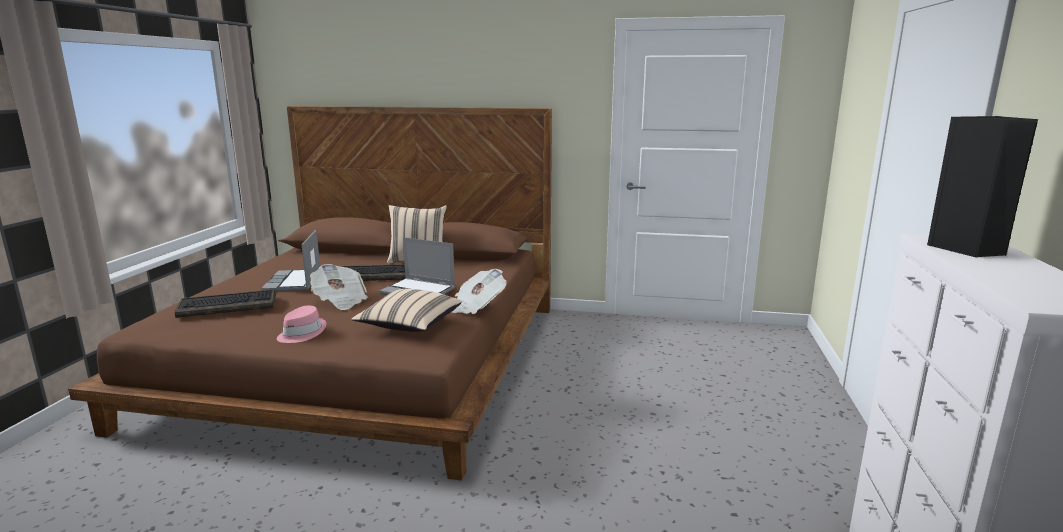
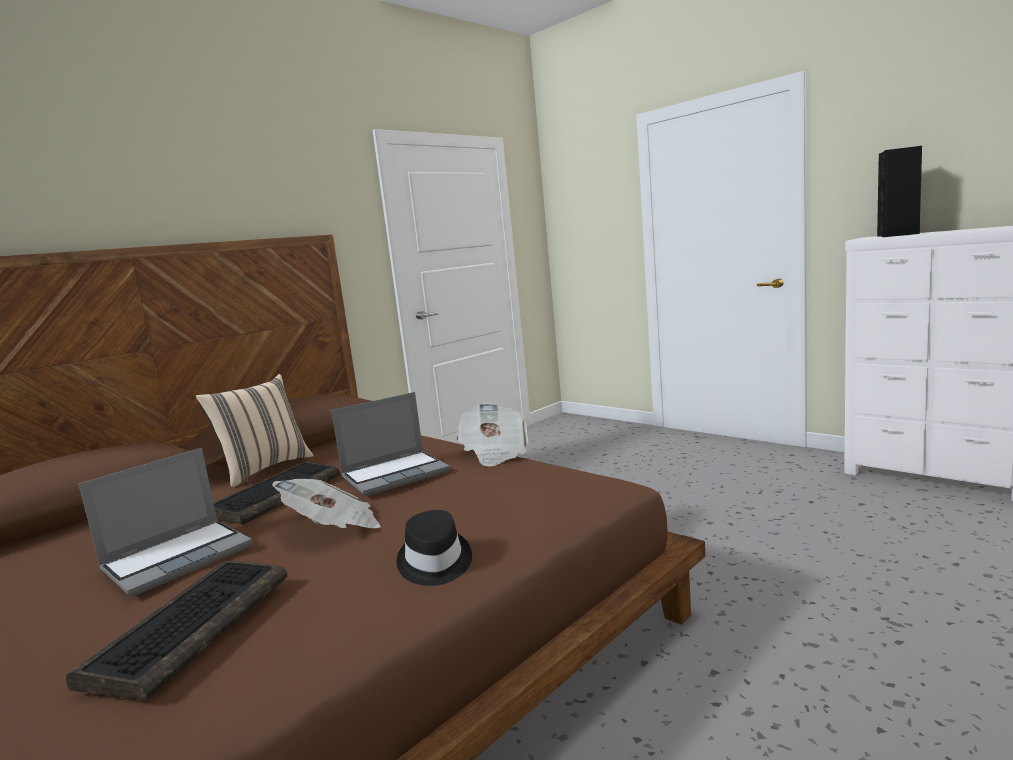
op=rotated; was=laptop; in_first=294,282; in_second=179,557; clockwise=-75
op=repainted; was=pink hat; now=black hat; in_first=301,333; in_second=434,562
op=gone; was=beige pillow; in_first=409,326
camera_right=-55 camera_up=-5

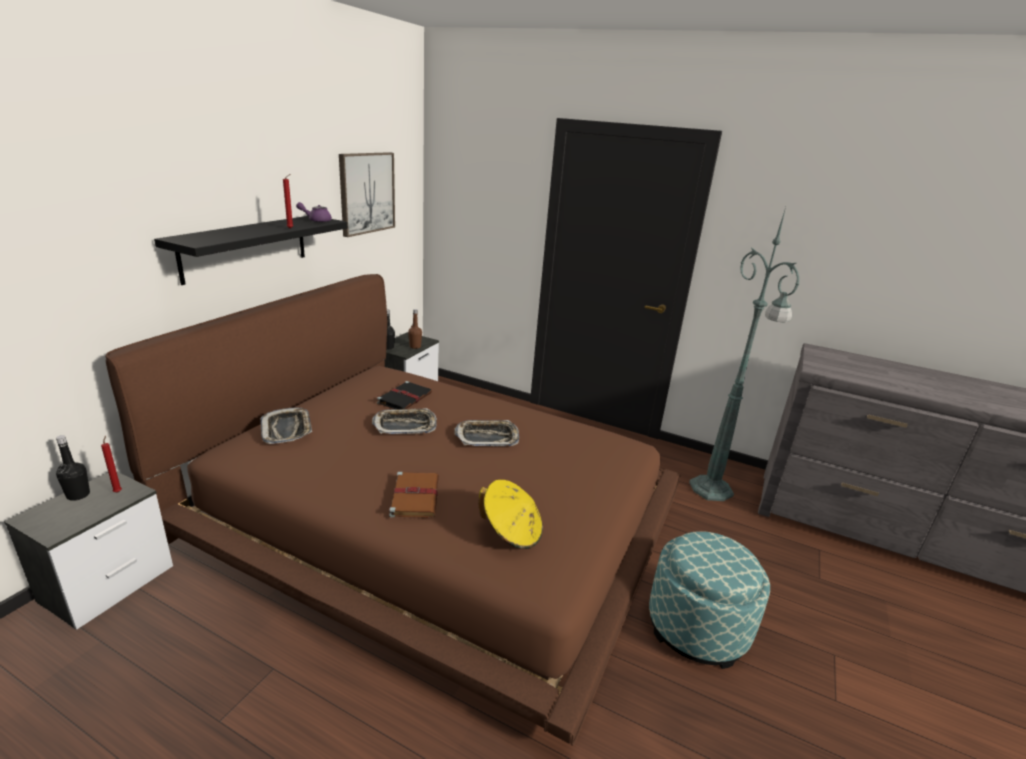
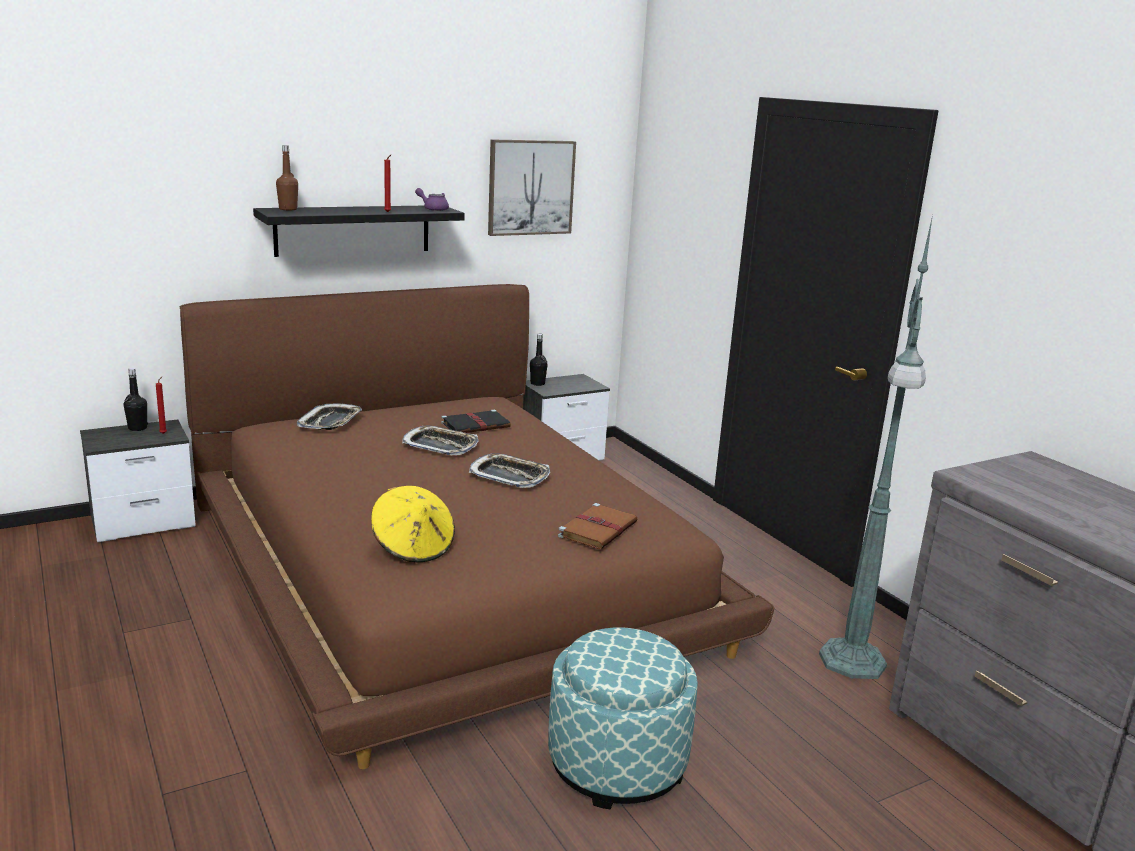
op=shifted; was=brown book; in_first=415,496; in_second=598,529
op=shifted; was=brown bottle; in_first=415,347; in_second=288,209
camera_right=35 camera_up=-5

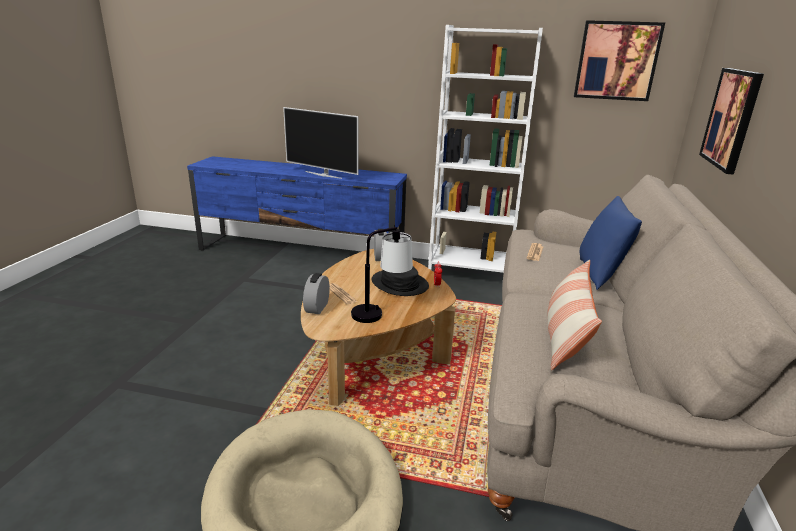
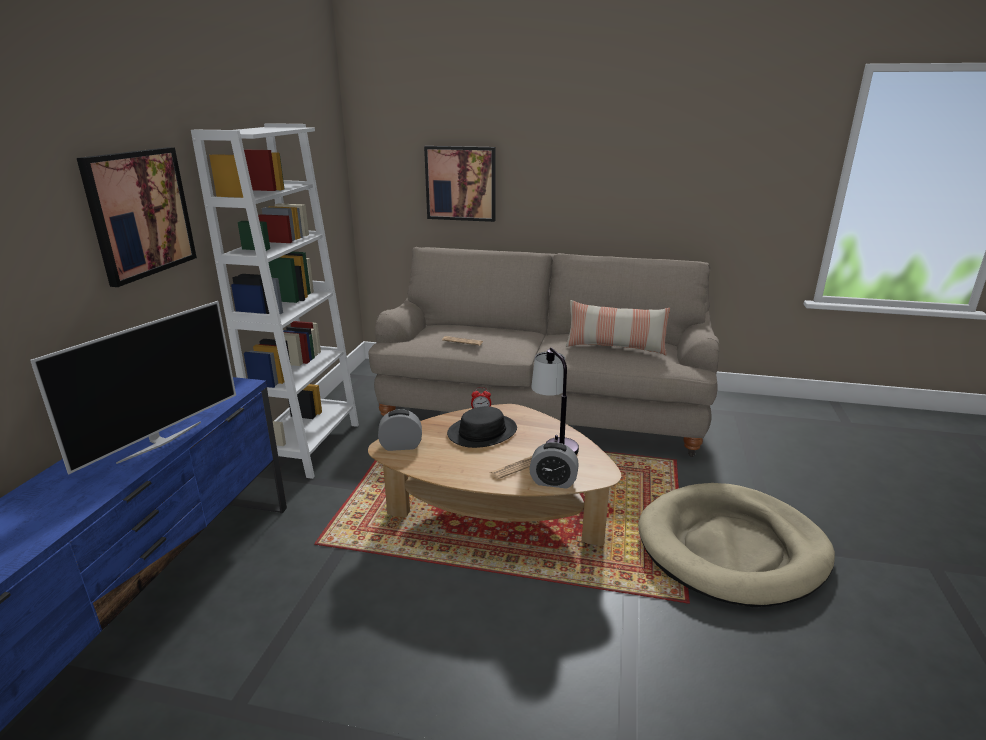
op=shifted; was=picture; in_first=616,61; in_second=140,213
op=gone; was=blue pillow; in_first=600,274
camera_right=-90 camera_up=0

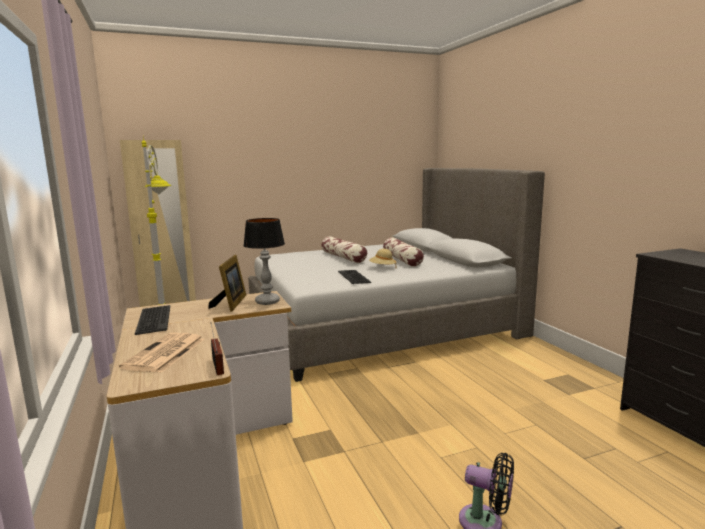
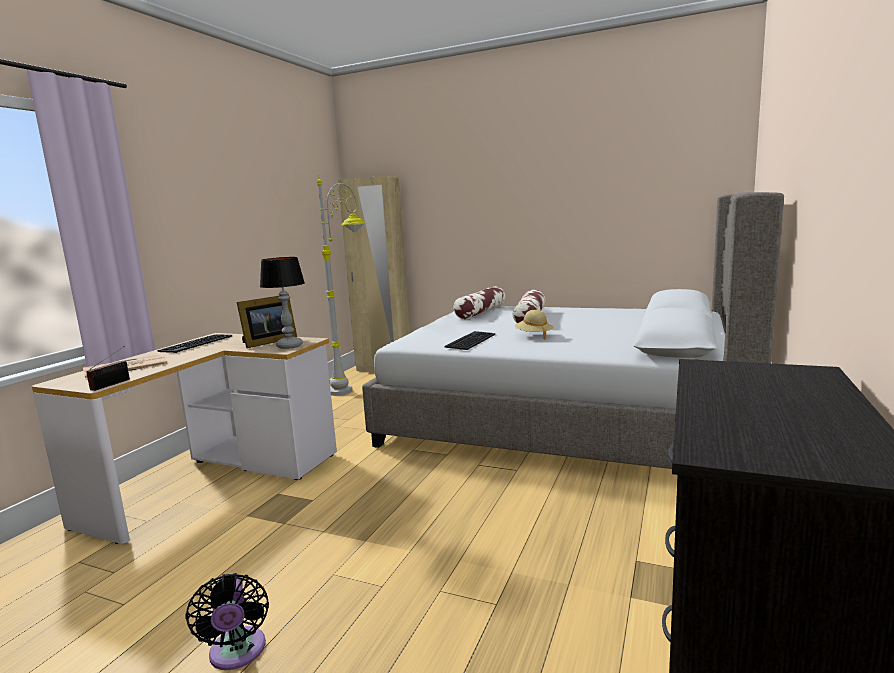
op=shifted; was=pillow; in_first=402,260; in_second=480,312
camera_right=45 camera_up=0

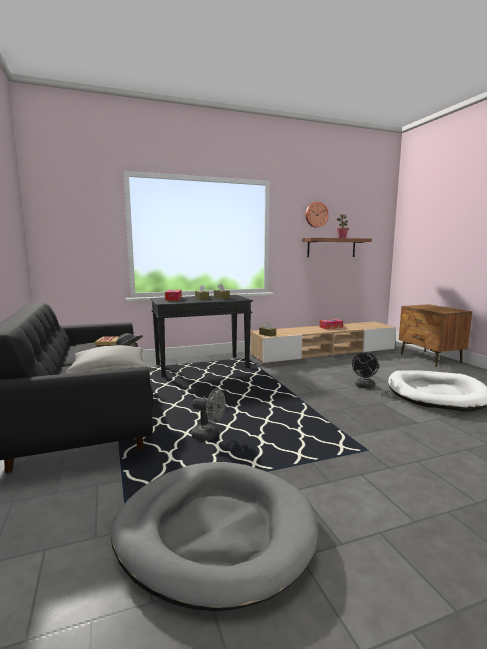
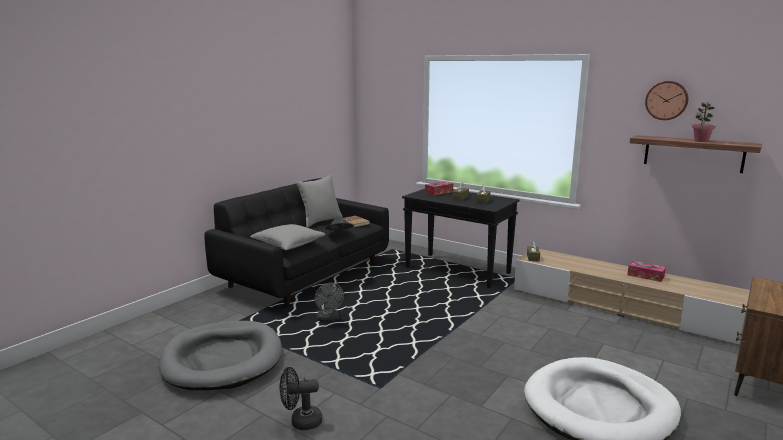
op=shifted; was=black fan; in_first=364,386; in_second=301,422
op=new; now=grey pillow; in_second=320,221
camera_right=55 camera_up=5

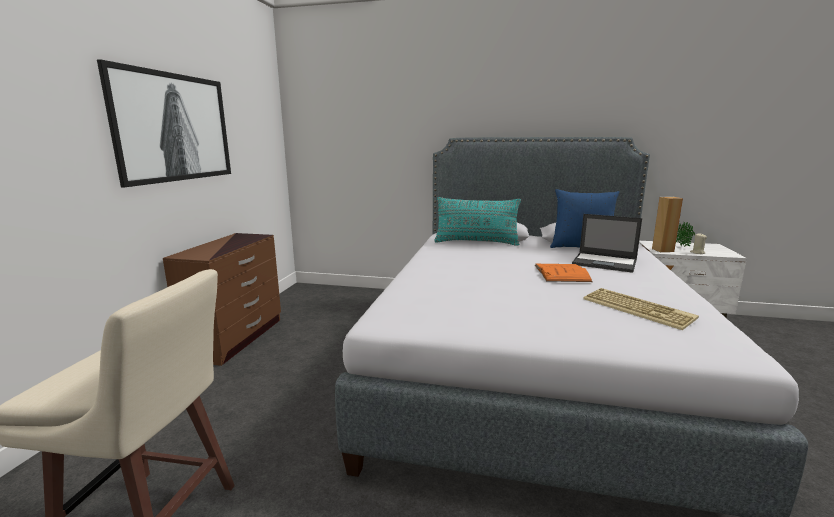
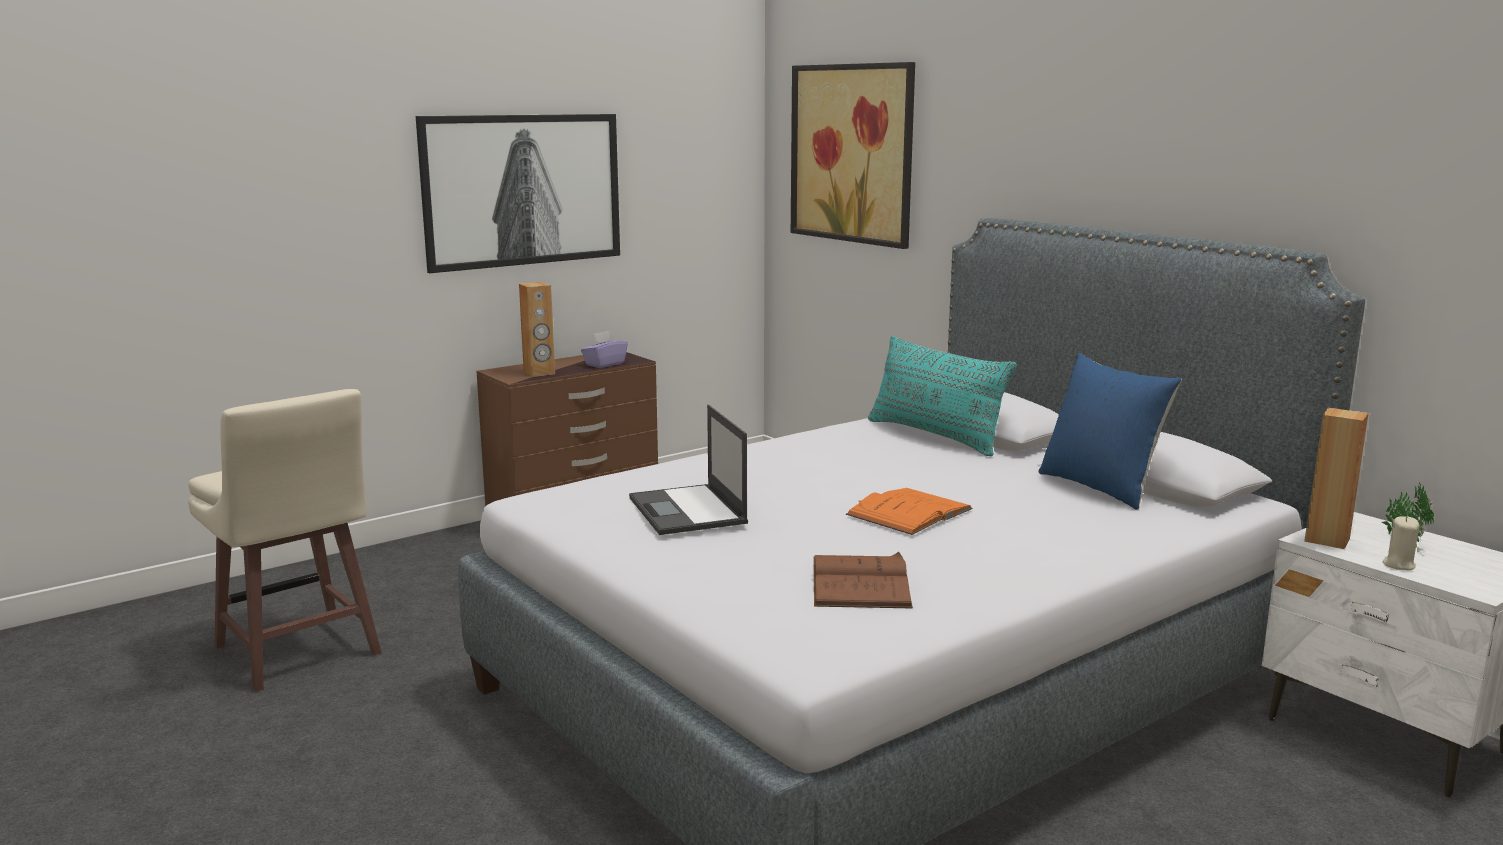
op=shifted; was=laptop; in_first=605,263; in_second=688,511
op=swapped; was=keyboard; now=brown book; in_first=638,309; in_second=860,582
op=new; now=brown speaker; in_second=539,373
op=new; now=purple tissue box; in_second=604,364
op=new; now=picture; in_second=852,153
camera_right=40 camera_up=0

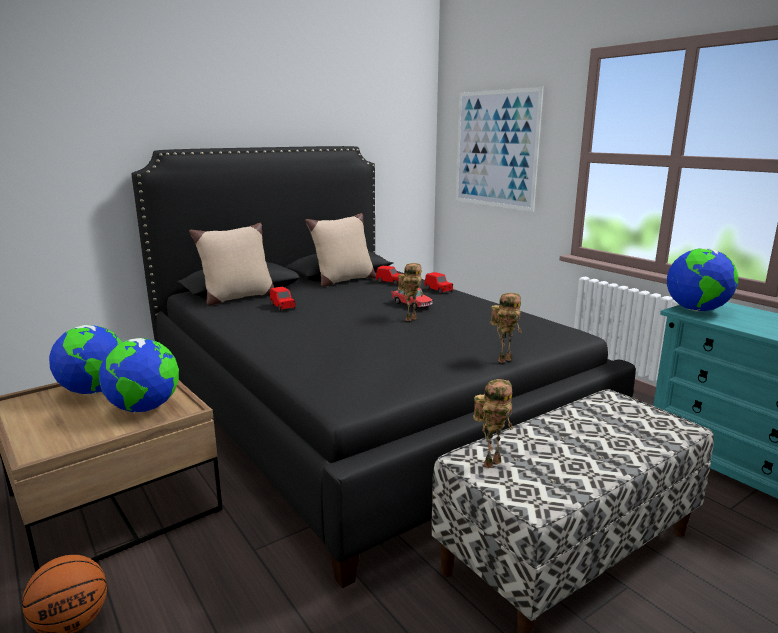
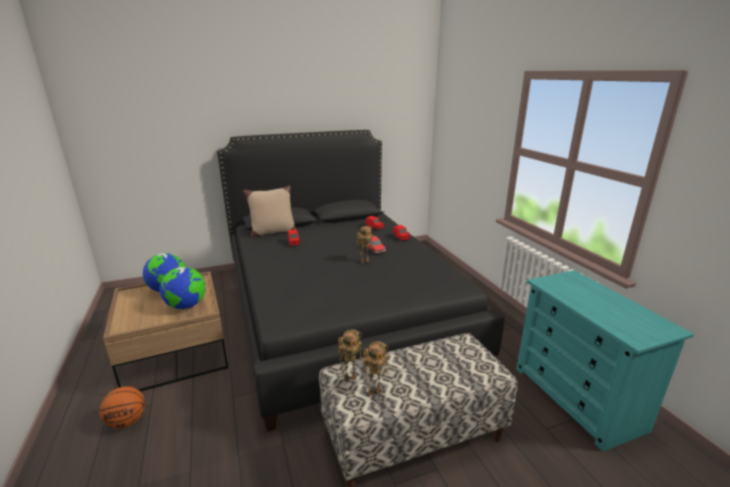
op=gone; was=beige pillow; in_first=343,280
op=gone; was=picture; in_first=495,149
op=shifted; was=toy robot; in_first=504,359; in_second=375,391
op=gone; was=globe; in_first=696,310
camera_right=15 camera_up=5

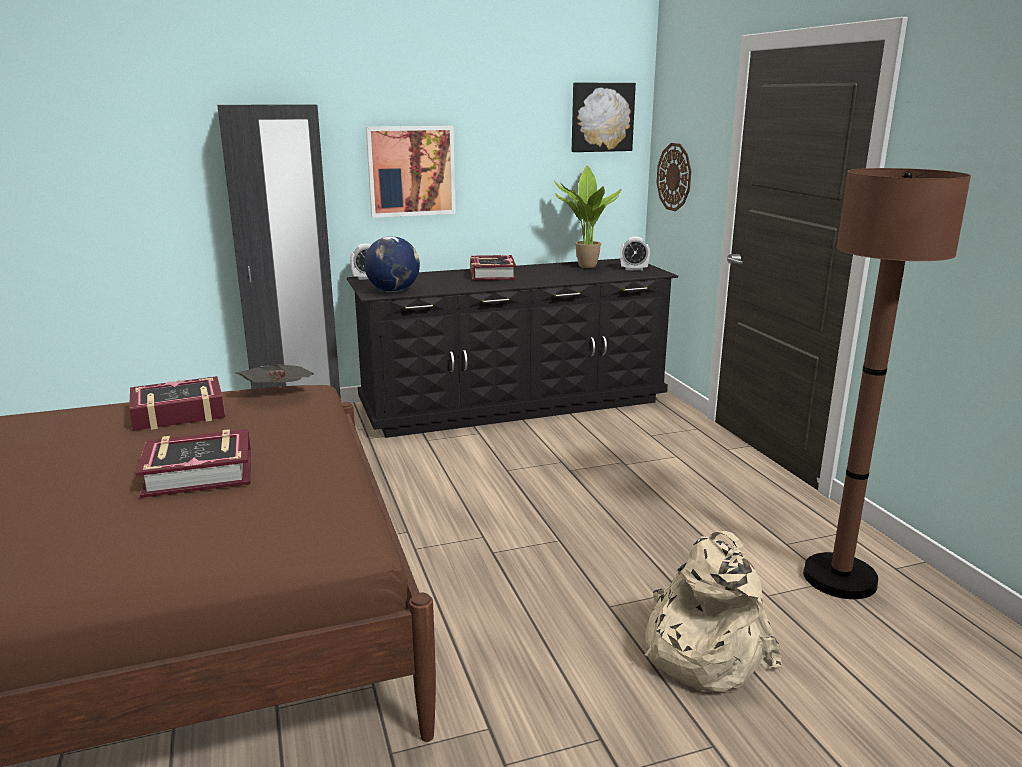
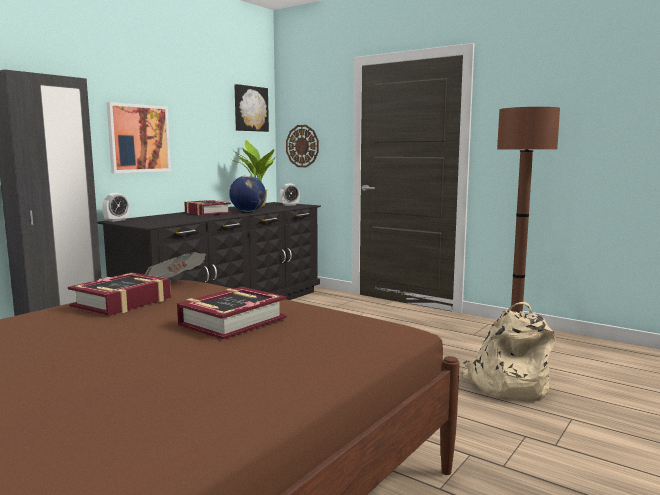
op=shifted; was=globe; in_first=393,291; in_second=248,211
camera_right=-35 camera_up=-10

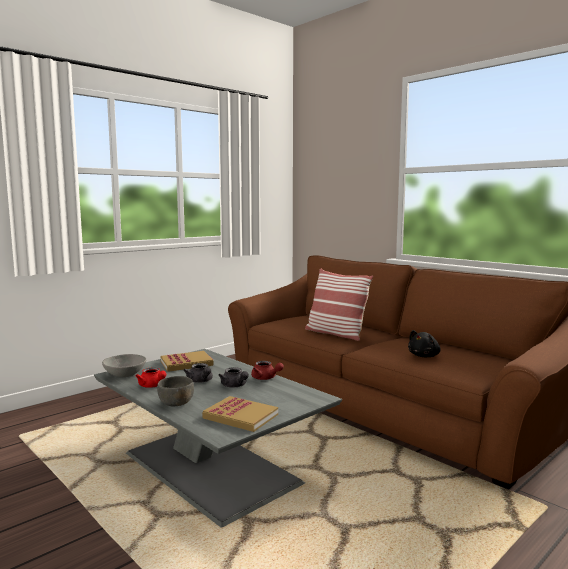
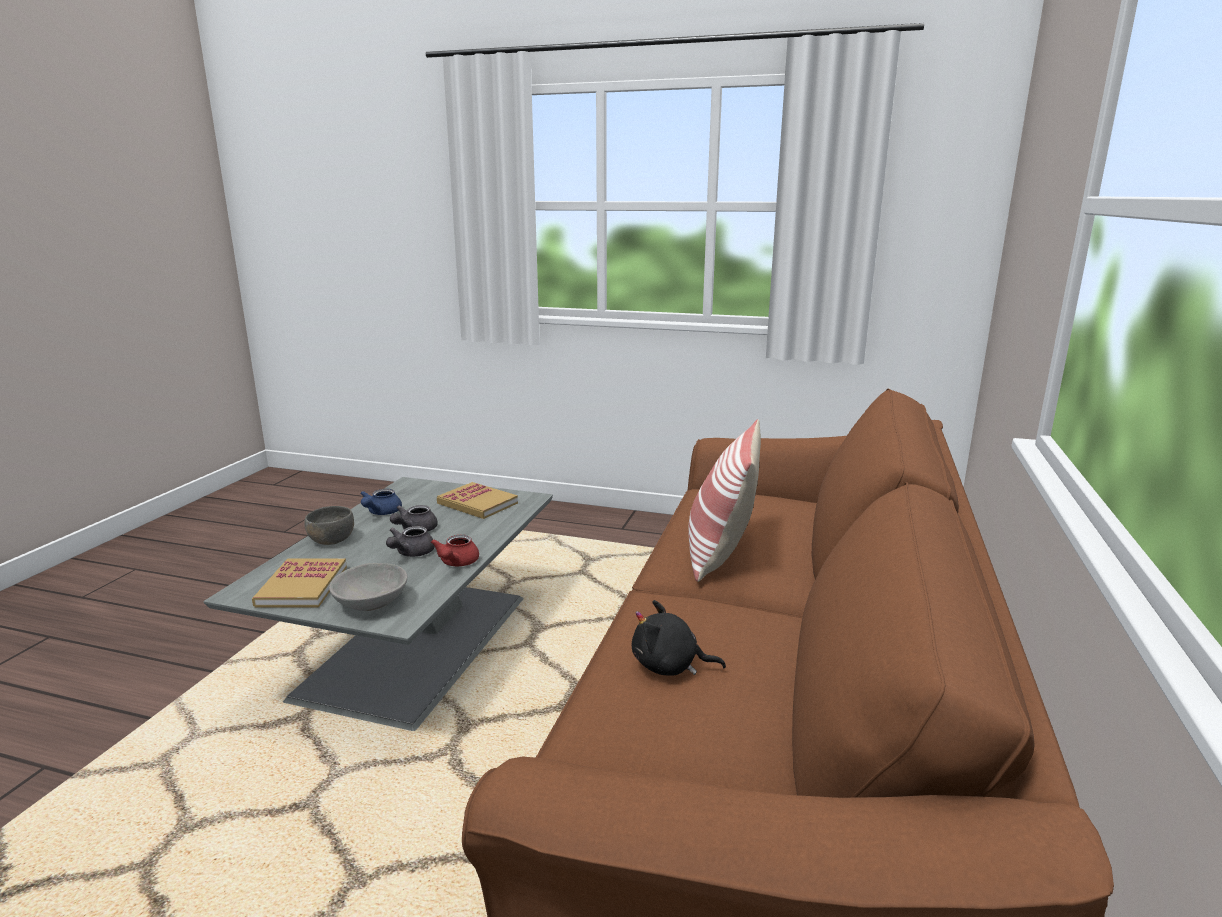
op=shifted; was=grey bowl; in_first=125,374; in_second=372,603
op=repainted; was=red teapot; now=blue teapot; in_first=153,386; in_second=381,512
camera_right=60 camera_up=10

